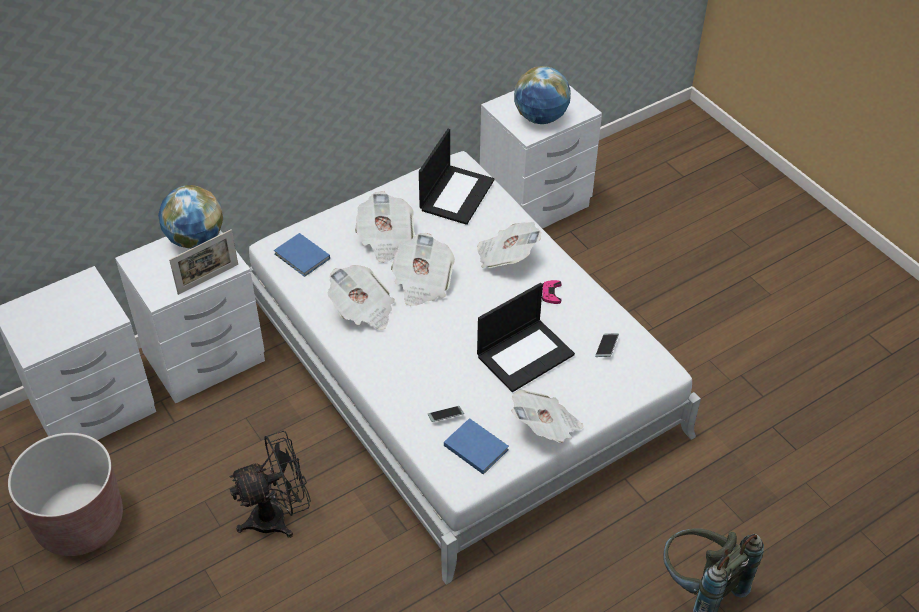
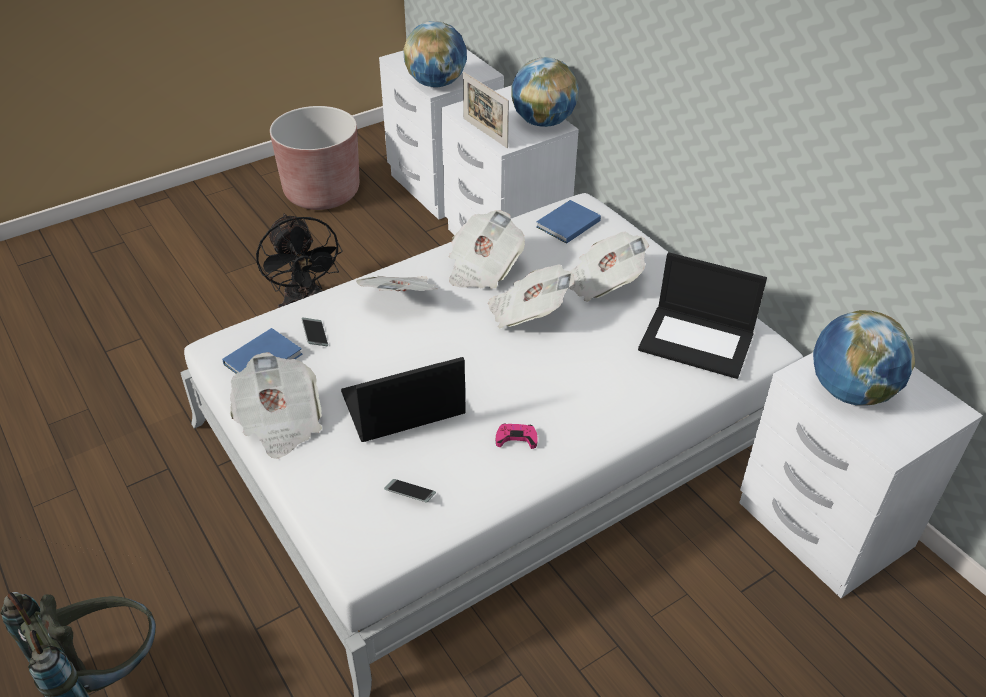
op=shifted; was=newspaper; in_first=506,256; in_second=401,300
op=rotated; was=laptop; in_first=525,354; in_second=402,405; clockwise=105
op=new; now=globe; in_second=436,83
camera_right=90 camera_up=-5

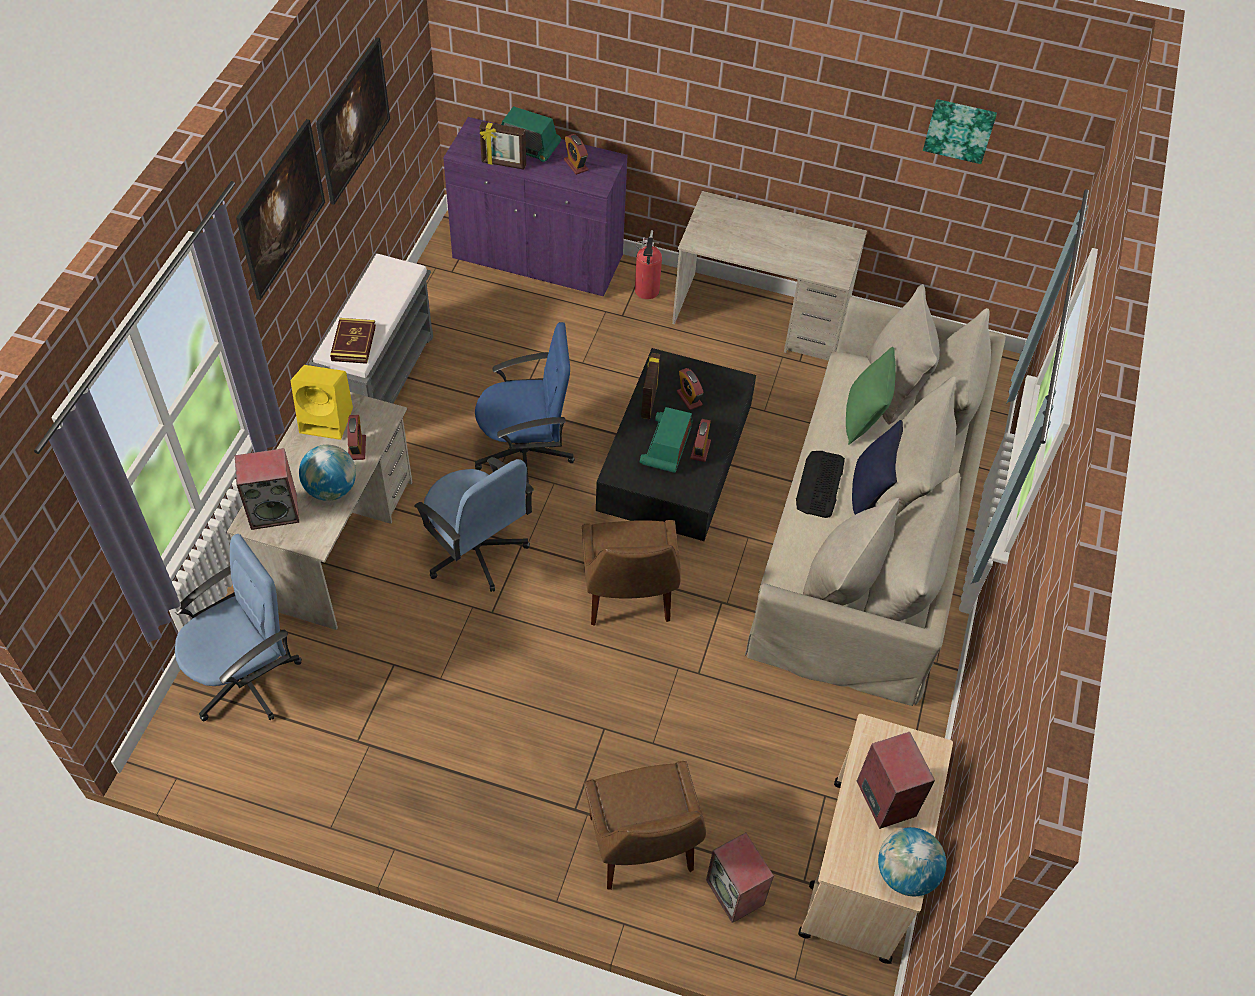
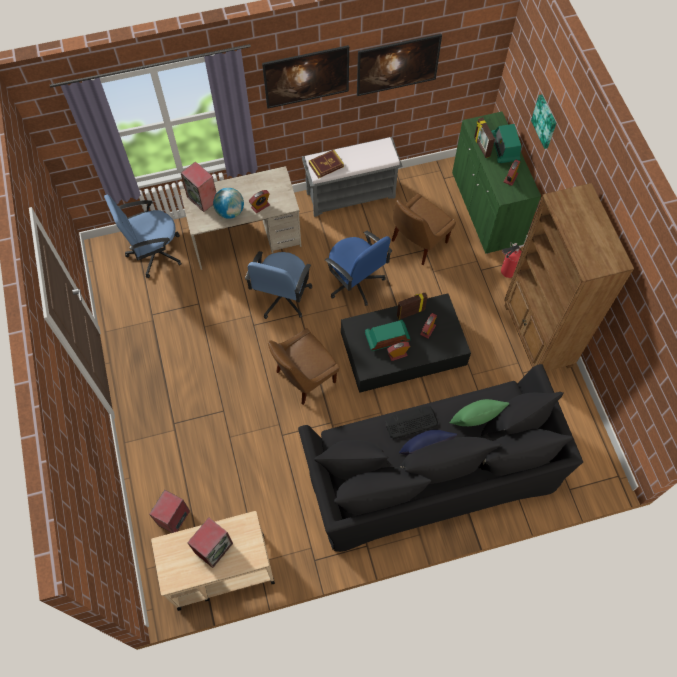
op=rotated; was=blue office chair; in_first=246,677; in_second=154,253; clockwise=135
op=gone; was=yellow speaker; in_first=328,420
op=repainted; was=purple cabinet; now=green cabinet; in_first=537,258; in_second=486,209
op=shifted; was=brown chair; in_first=642,848; in_second=417,243
op=swapped; was=beige desk; now=brown bookcase; in_first=760,318; in_second=537,336
op=repainted; was=beige sofa; now=black sofa; in_first=867,529; in_second=430,469
op=gone; was=globe; in_first=905,874
op=shifted; was=picture; in_first=959,129; in_second=545,121
camera_right=60 camera_up=10

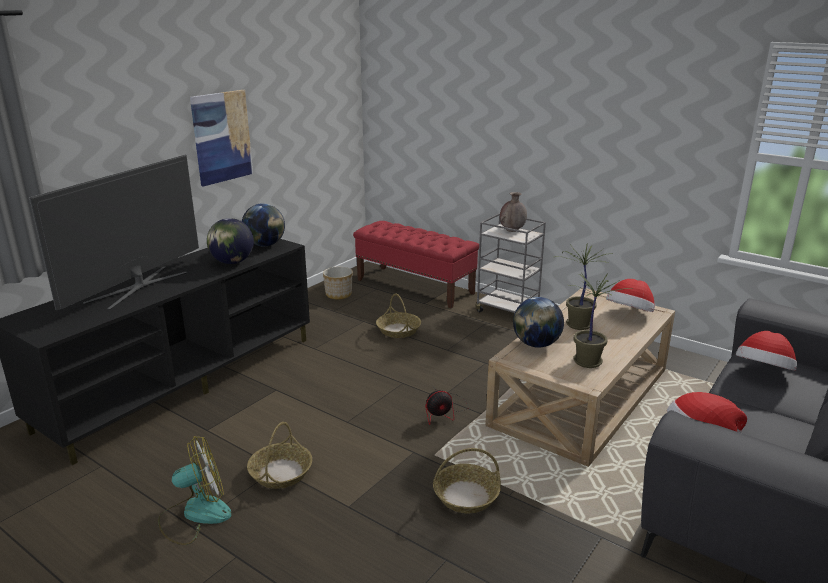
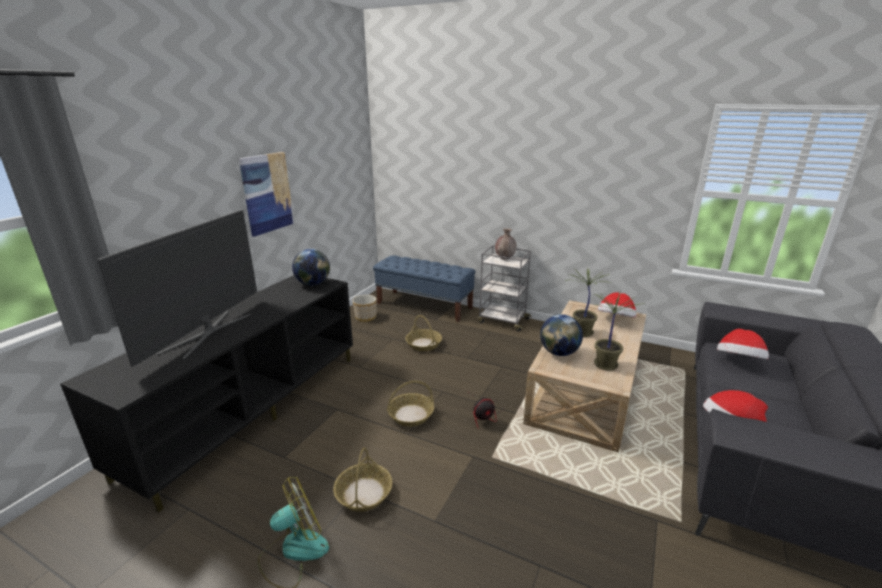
op=gone; was=globe; in_first=232,262
op=repainted; was=red bench; now=blue bench; in_first=415,286; in_second=424,306
op=shifted; was=basket; in_first=465,496; in_second=410,415
camera_right=-10 camera_up=0

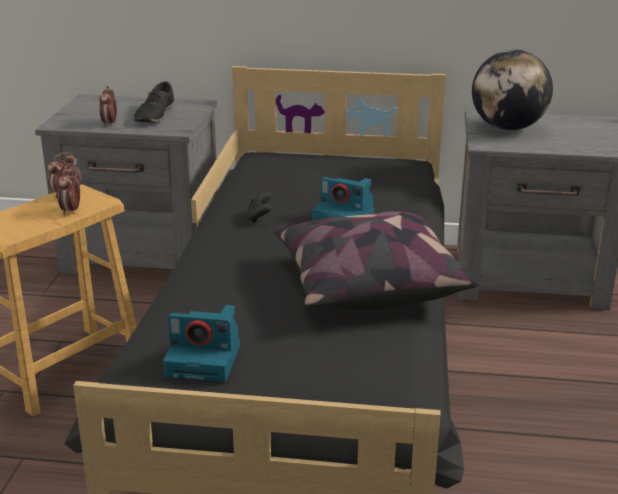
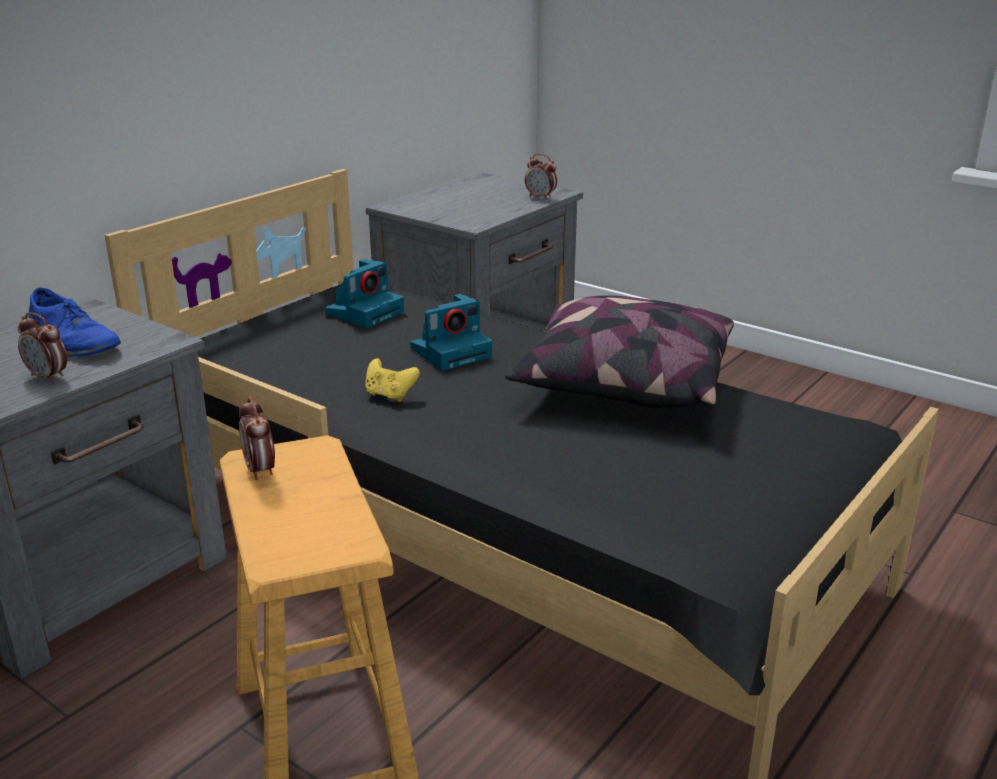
op=shifted; was=alarm clock; in_first=71,211; in_second=540,197
op=repainted; was=black shoe; now=blue shoe; in_first=155,115; in_second=74,342
op=shifted; was=photo camera; in_first=205,360; in_second=365,312
op=repainted; was=black game controller; now=yellow game controller; in_first=259,218; in_second=390,395
op=gone; was=globe; in_first=507,128
camera_right=-60 camera_up=0

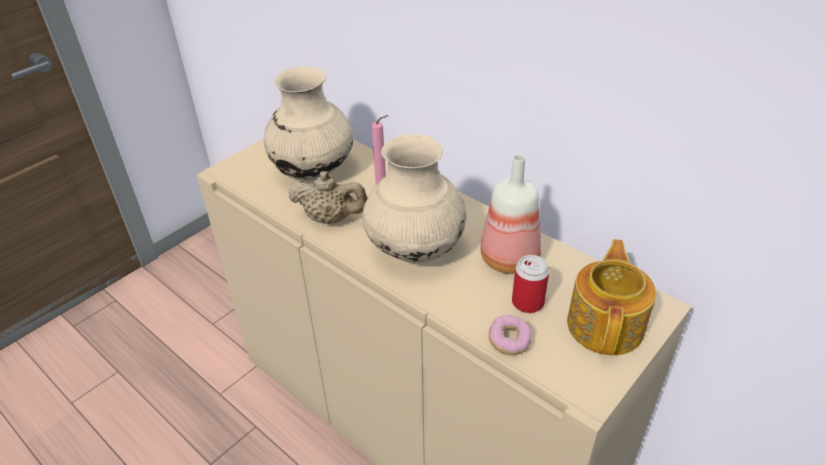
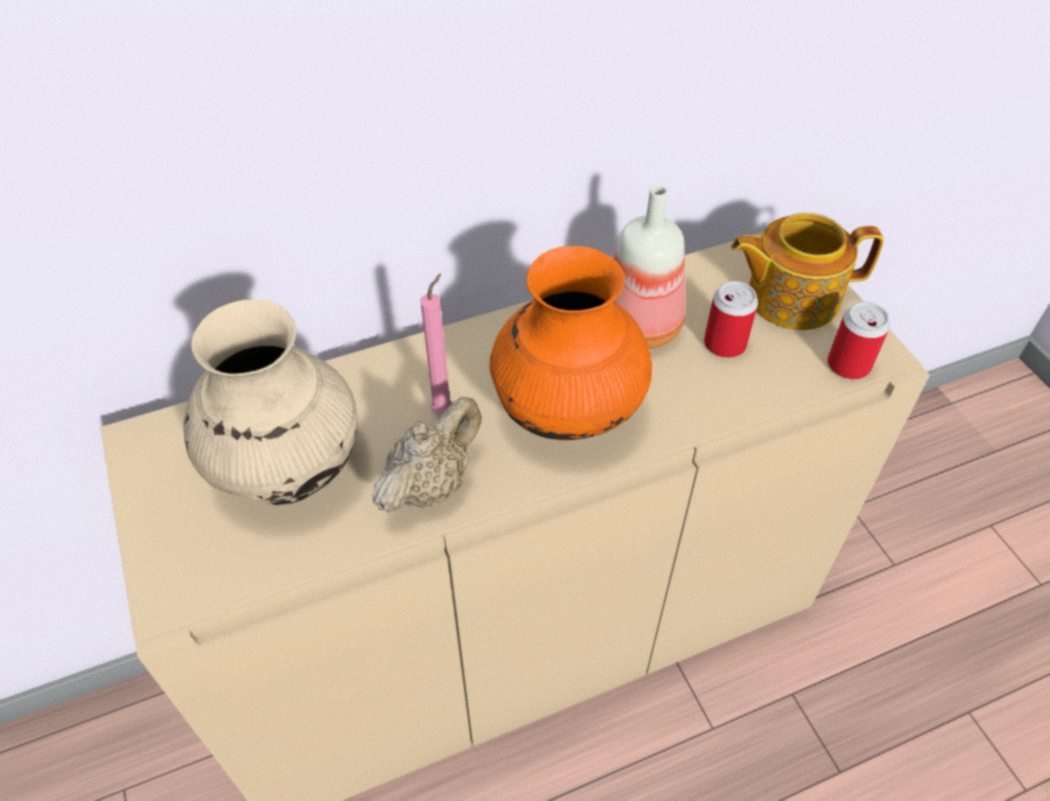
op=repainted; was=beige vase; now=orange vase; in_first=415,250; in_second=568,411
op=gone; was=donut; in_first=509,341
op=rotated; was=teapot; in_first=606,324; in_second=790,296; clockwise=-45
op=new; now=can; in_second=848,365
camera_right=-65 camera_up=10

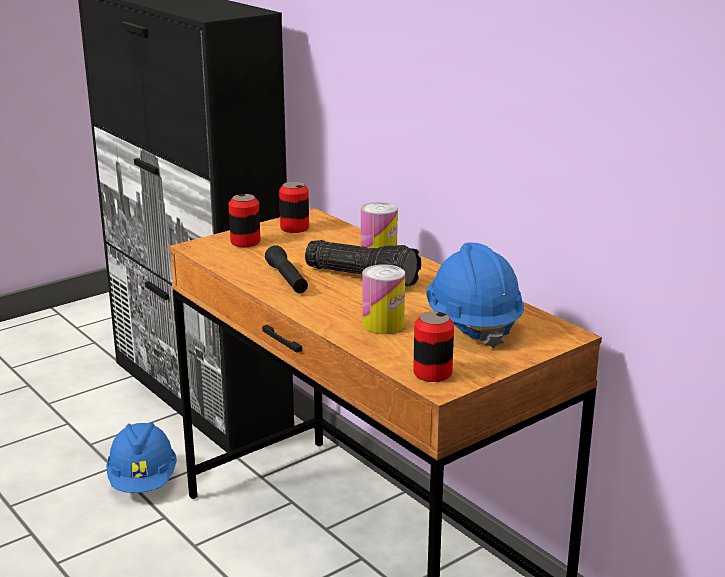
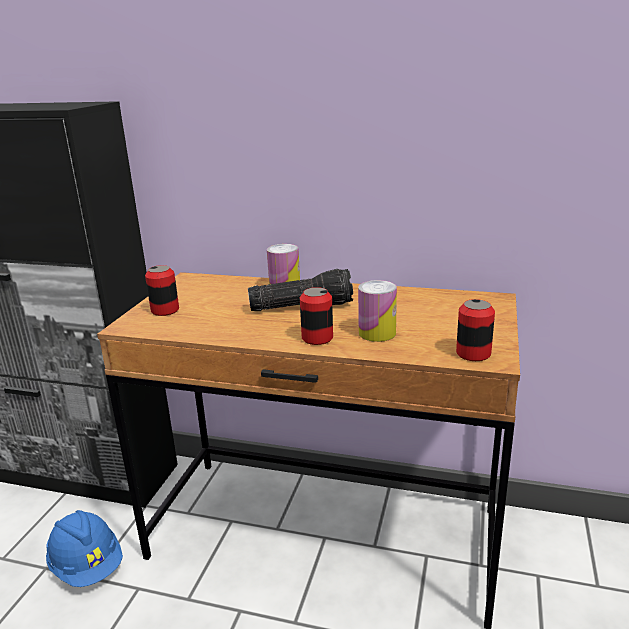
op=gone; was=black flashlight; in_first=287,279
op=shifted; was=can; in_first=294,228; in_second=317,338
op=gone; was=blue hard hat; in_first=472,324
camera_right=-35 camera_up=0

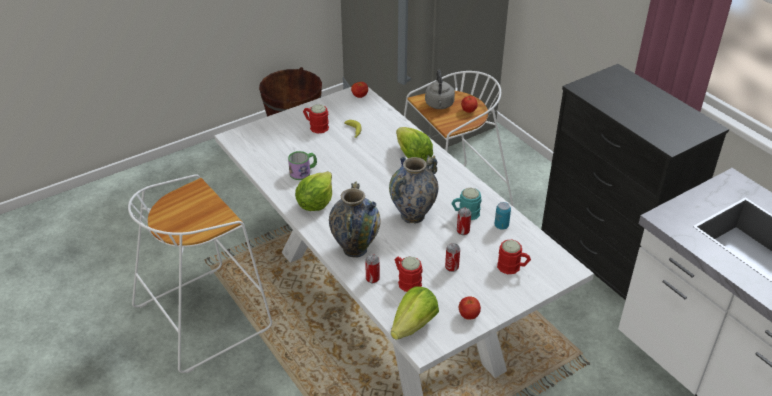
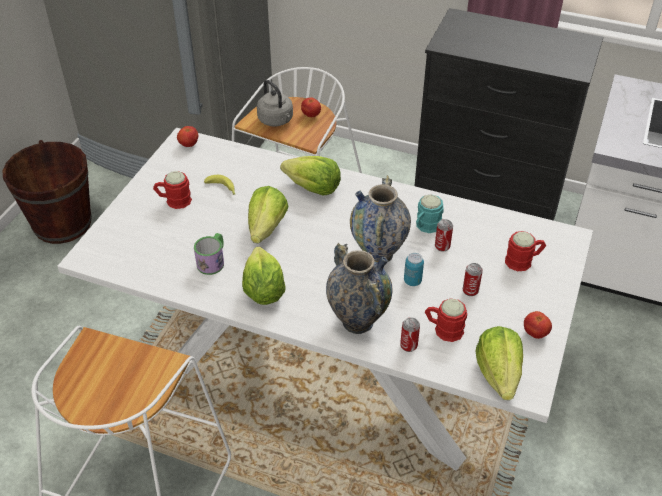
op=shifted; was=can; in_first=501,226; in_second=412,281
op=new; now=lettuce; in_second=266,228
camera_right=-35 camera_up=5

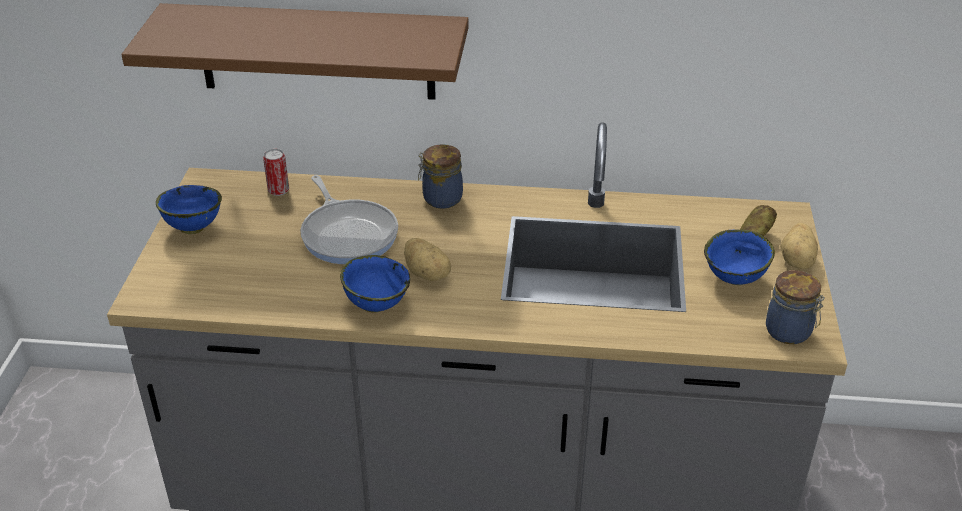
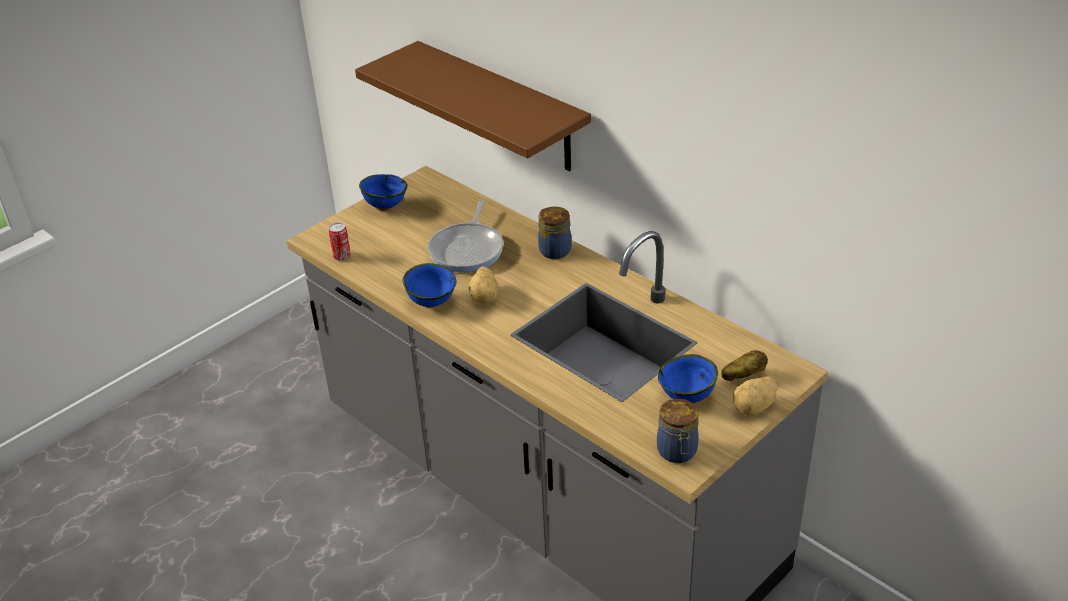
op=shifted; was=can; in_first=278,190; in_second=342,256
camera_right=40 camera_up=0

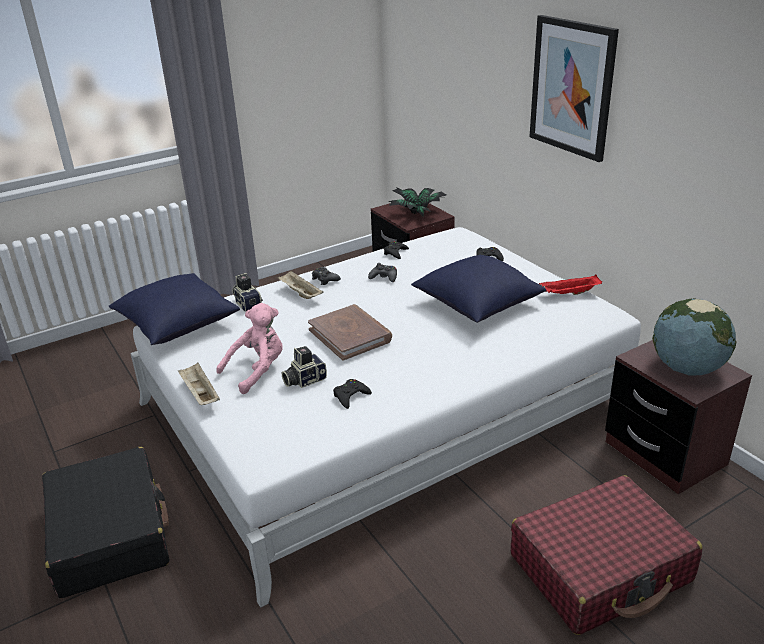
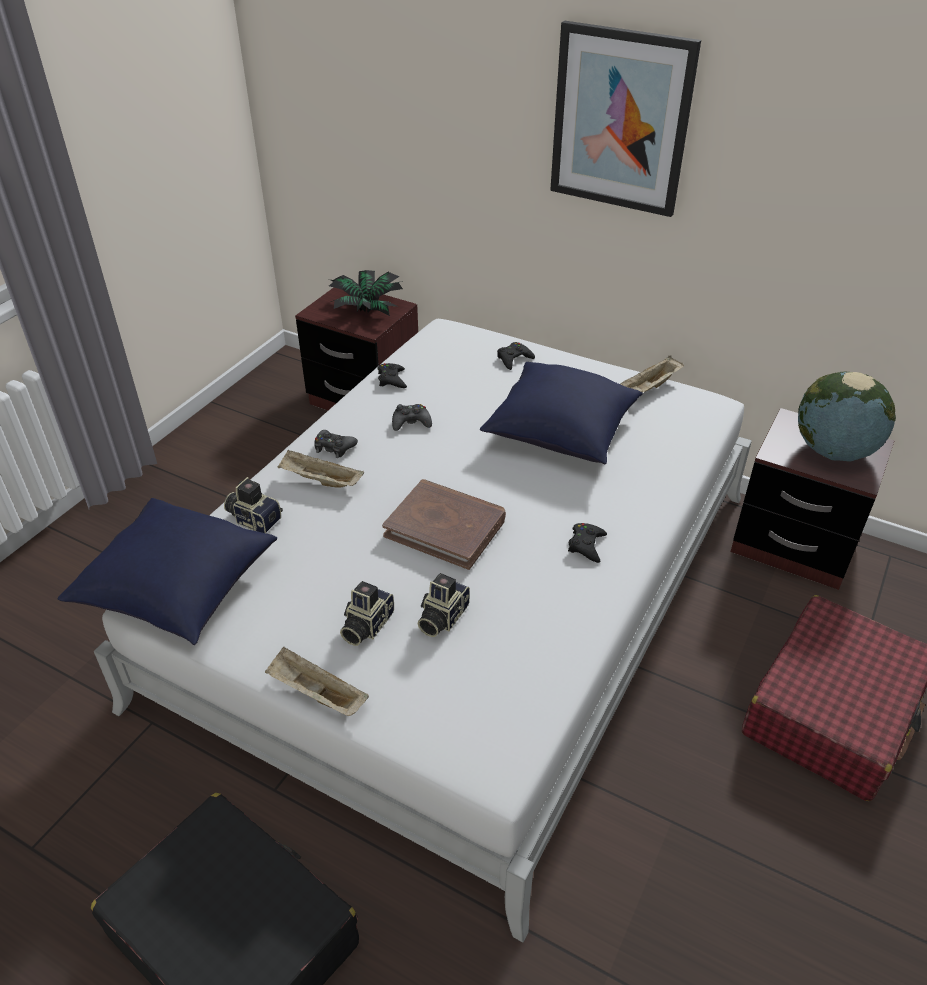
op=swapped; was=pink plush toy; now=photo camera; in_first=257,371; in_second=365,625
op=shifted; was=black game controller; in_first=350,396; in_second=586,545
op=repainted; was=red tray; now=beige tray; in_first=569,294; in_second=650,388
camera_right=-30 camera_up=10

